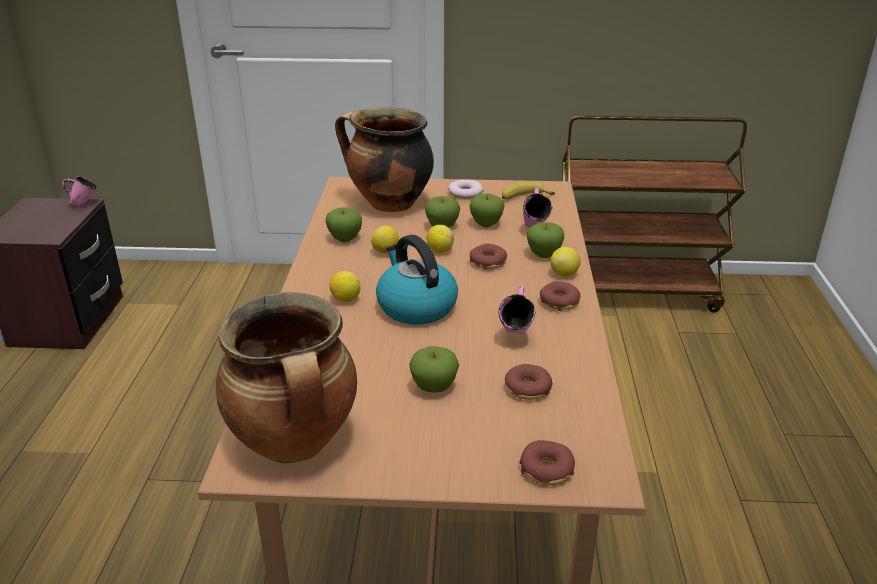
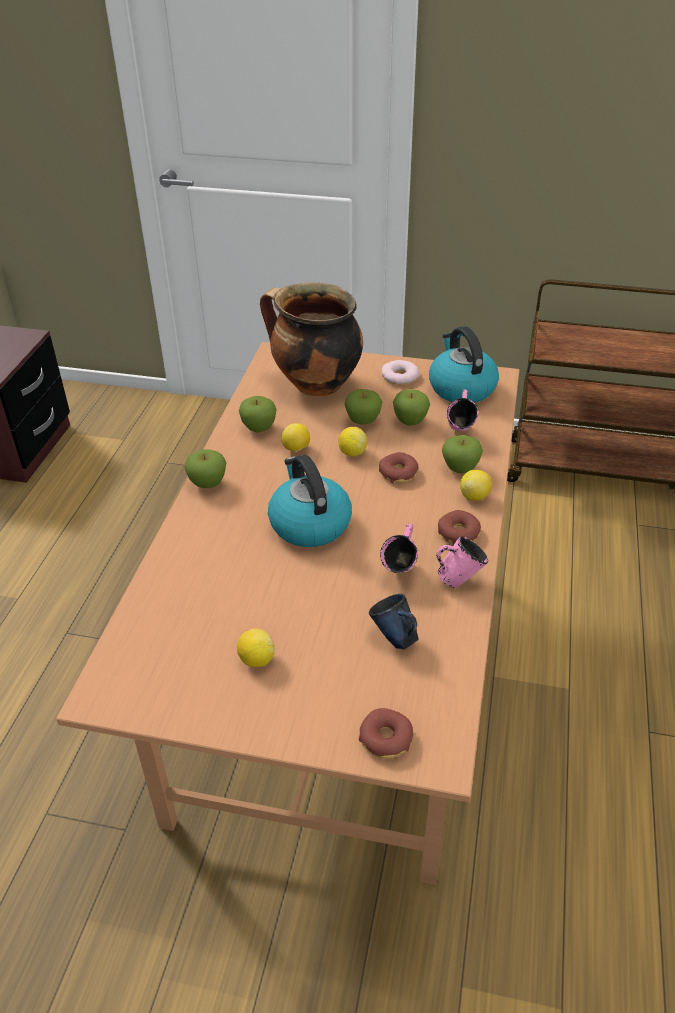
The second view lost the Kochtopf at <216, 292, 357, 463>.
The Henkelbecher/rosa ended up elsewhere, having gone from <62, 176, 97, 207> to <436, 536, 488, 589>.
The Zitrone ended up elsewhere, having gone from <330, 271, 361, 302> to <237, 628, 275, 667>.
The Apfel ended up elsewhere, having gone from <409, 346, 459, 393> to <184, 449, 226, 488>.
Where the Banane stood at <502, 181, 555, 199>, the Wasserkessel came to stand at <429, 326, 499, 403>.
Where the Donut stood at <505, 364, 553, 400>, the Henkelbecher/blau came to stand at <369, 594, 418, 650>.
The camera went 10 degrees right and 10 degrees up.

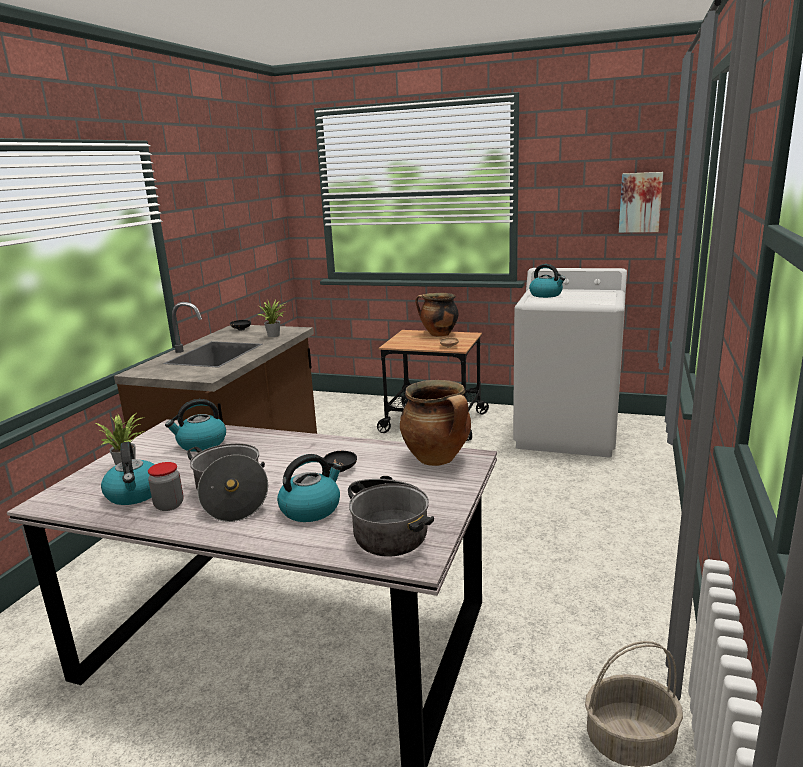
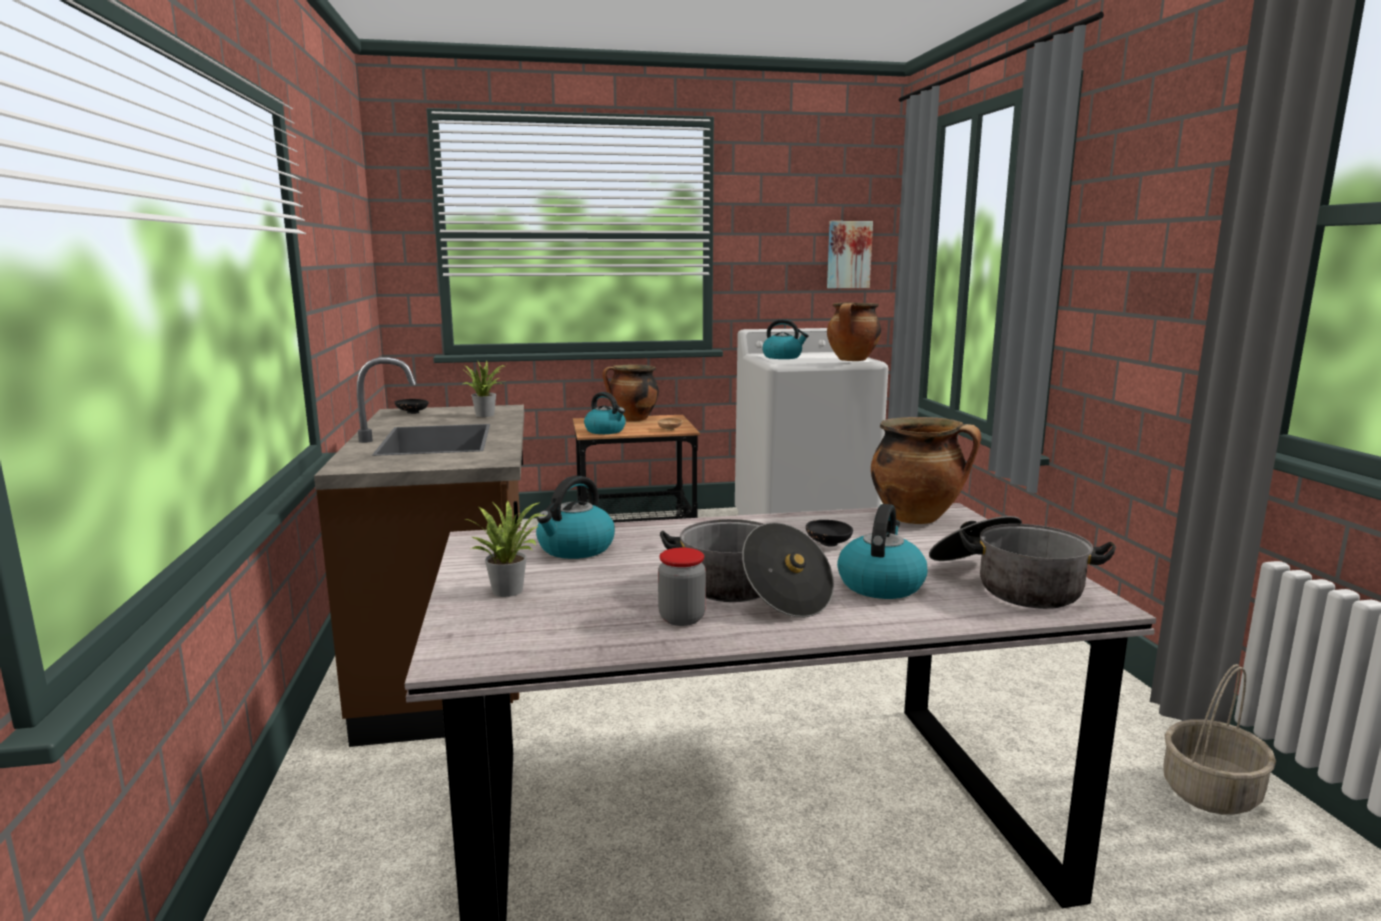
The second view gained the Kochtopf at <827, 302, 881, 361>.
The Wasserkessel ended up elsewhere, having gone from <101, 442, 155, 505> to <584, 392, 626, 434>.
The camera went 30 degrees left and 5 degrees down.

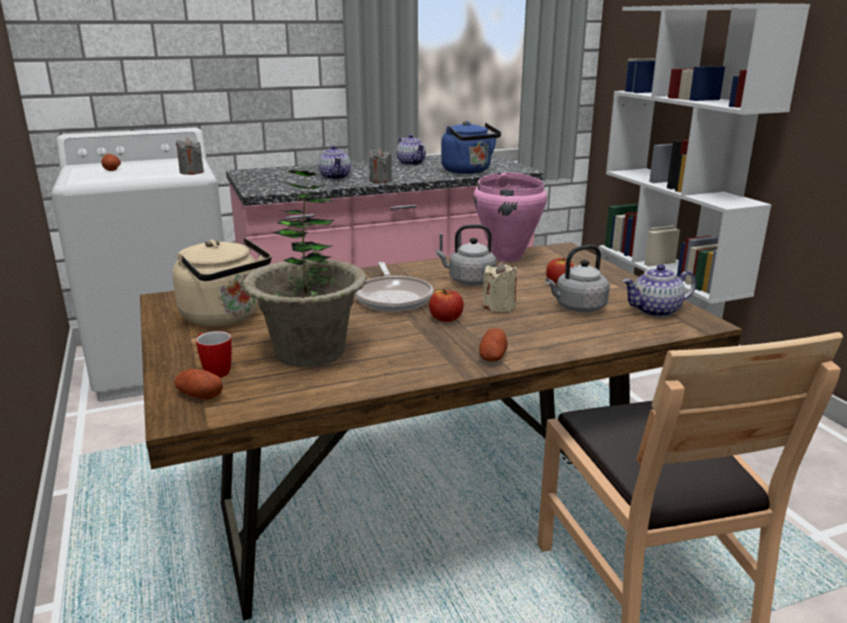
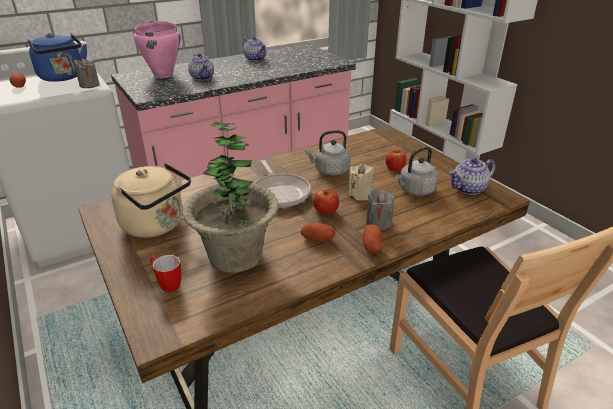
The Kartoffel ended up elsewhere, having gone from <174, 369, 223, 400> to <301, 223, 335, 242>.
The Kerze/grau ended up elsewhere, having gone from <369, 148, 392, 183> to <366, 189, 394, 231>.
The Wasserkessel/blau ended up elsewhere, having gone from <441, 121, 501, 174> to <28, 33, 87, 82>.
The Kochtopf/rosa ended up elsewhere, having gone from <474, 172, 547, 262> to <134, 21, 180, 78>.
The camera went 10 degrees left and 10 degrees up.

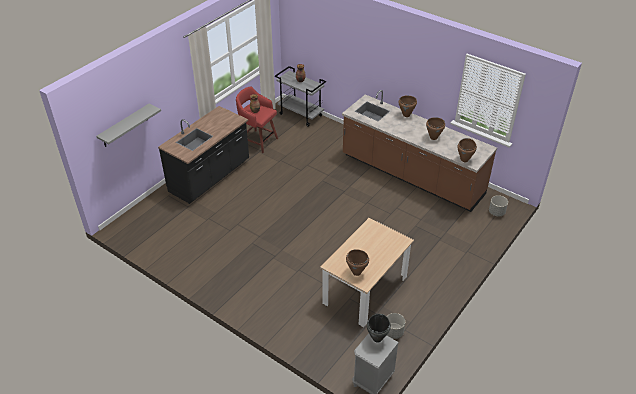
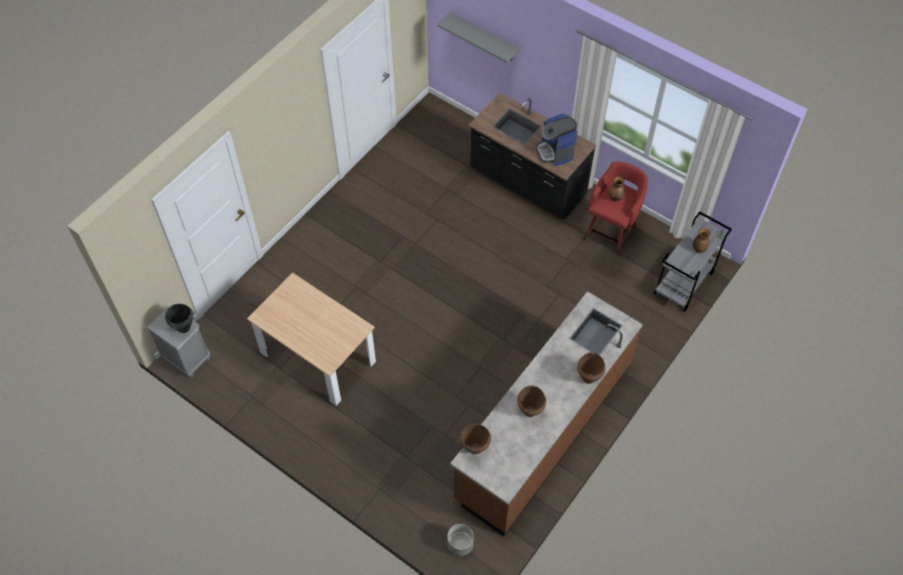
The second view lost the Kochtopf/braun at <346, 249, 369, 276>.
The second view lost the Pflanzkübel/grau at <387, 313, 405, 339>.
The second view gained the Kaffeemaschine at <536, 114, 577, 166>.
The camera went 90 degrees right and 15 degrees up.

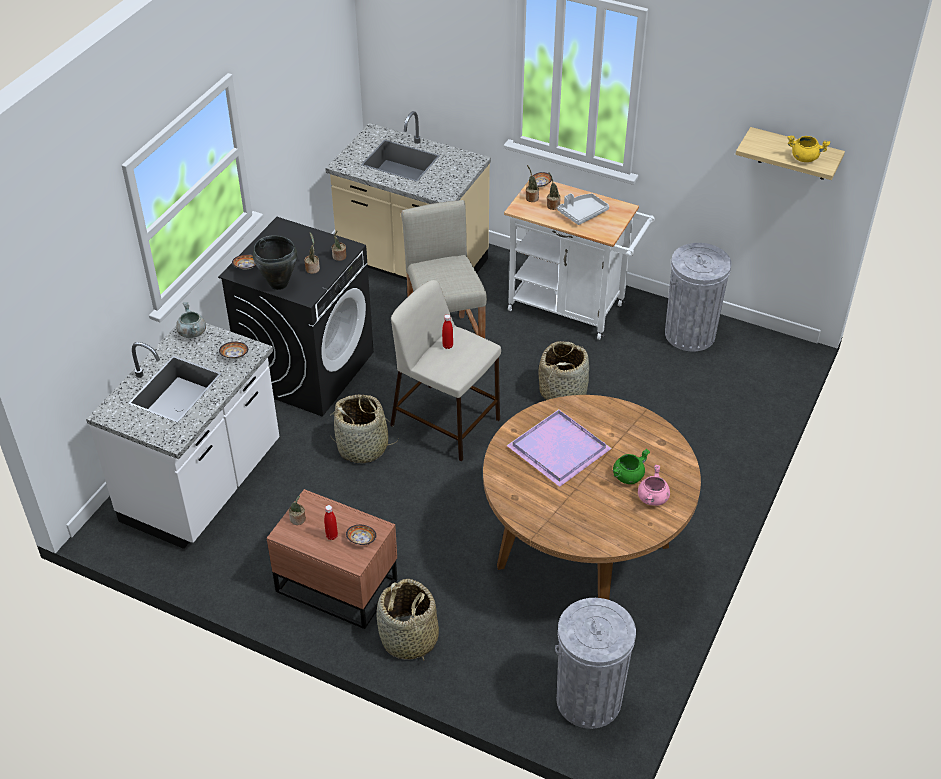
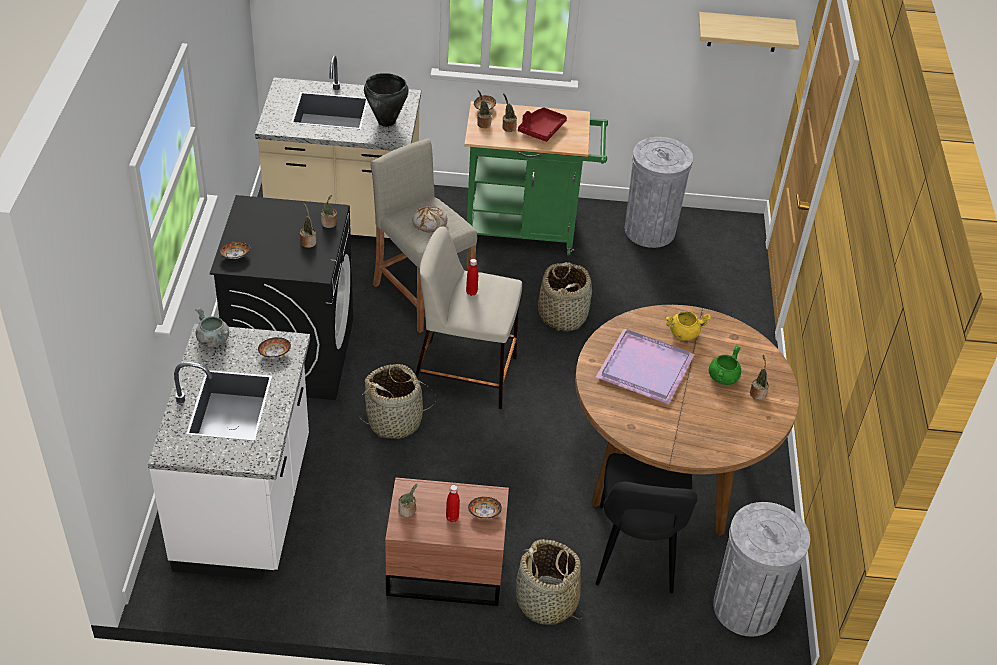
The second view gained the Brot at <412, 206, 447, 232>.
The second view gained the Stuhl/schwarz at <596, 453, 698, 594>.
The Kochtopf/schwarz ended up elsewhere, having gone from <253, 235, 298, 290> to <364, 73, 409, 127>.
The Kochtopf/gelb ended up elsewhere, having gone from <788, 135, 830, 162> to <666, 311, 711, 341>.
Where the Kochtopf/rosa stood at <638, 465, 670, 506>, the Topfpflanze came to stand at <750, 355, 769, 400>.
What was the Rollwagen/weiß at <504, 181, 655, 340> turned into the Rollwagen/grün at <464, 101, 608, 255>.
What was the Tablett/grau at <558, 193, 609, 225> turned into the Tablett/rot at <518, 108, 567, 142>.
The camera went 25 degrees left and 0 degrees up.

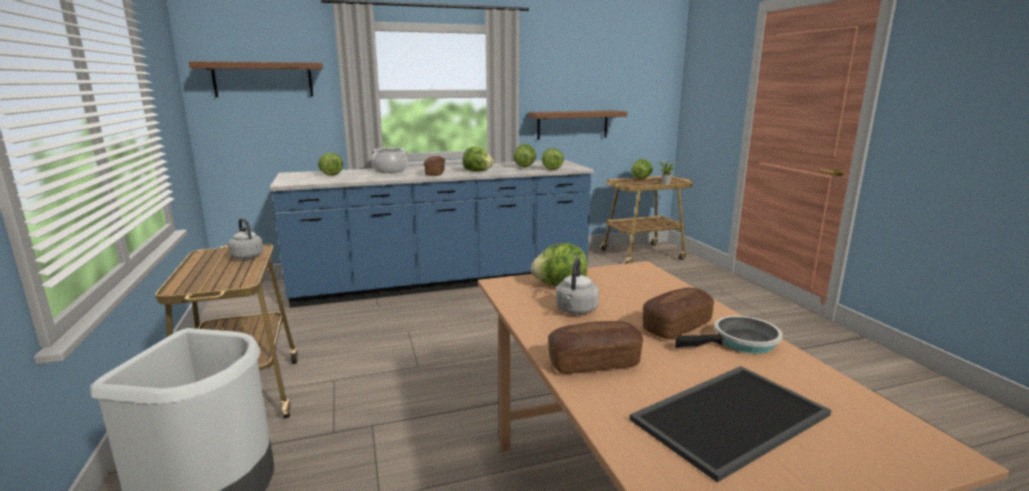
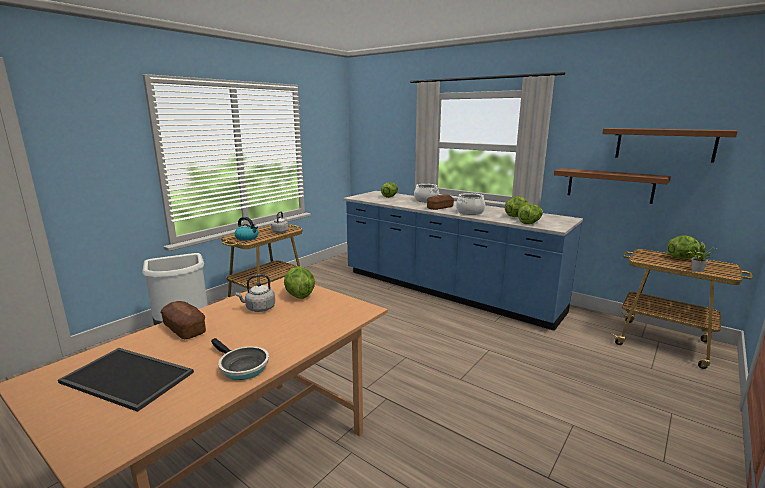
The second view lost the Brot at <642, 288, 714, 339>.
The second view gained the Wasserkessel at <234, 217, 259, 241>.
The Wandregal/braun ended up elsewhere, having gone from <189, 61, 323, 97> to <602, 128, 738, 163>.
Where the Salatkopf stood at <463, 147, 494, 171>, the Kochtopf came to stand at <456, 193, 485, 215>.
The camera went 55 degrees right and 0 degrees up.

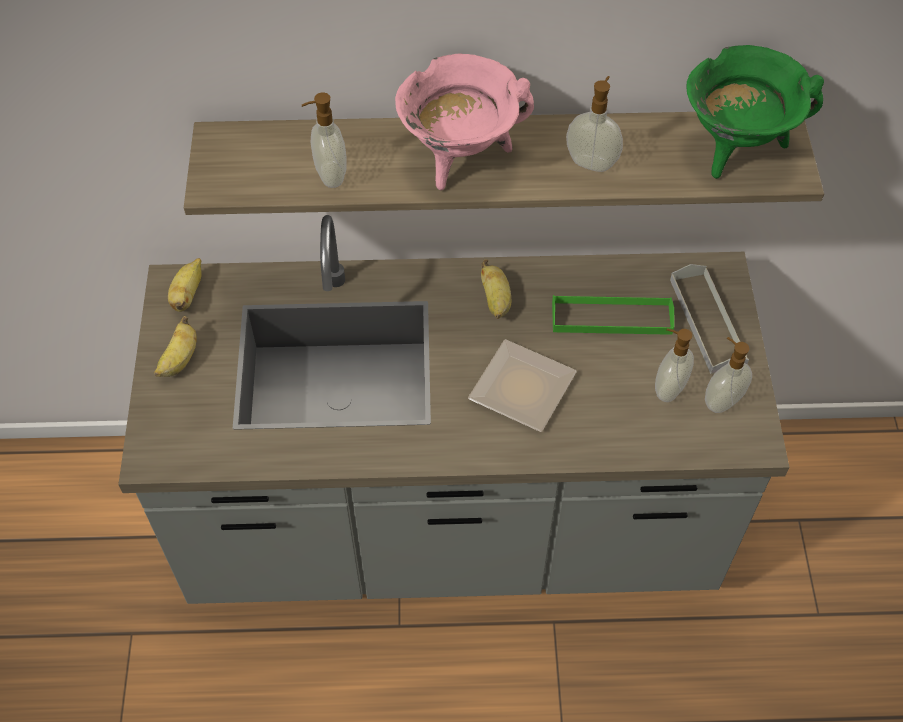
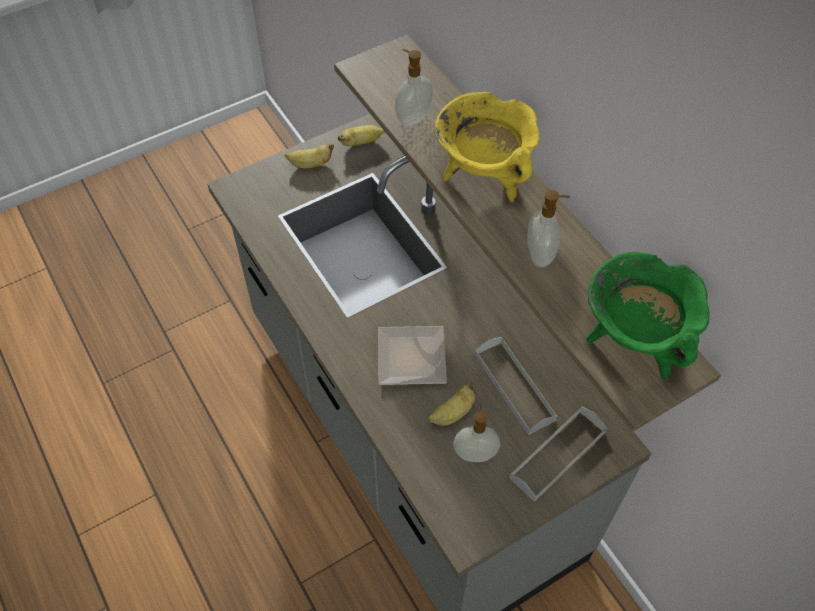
The second view lost the Seifenspender at <705, 337, 752, 413>.
The Banane ended up elsewhere, having gone from <481, 259, 511, 319> to <428, 381, 475, 426>.
What was the Kochtopf/rosa at <395, 54, 534, 190> turned into the Kochtopf/gelb at <435, 92, 540, 203>.
What was the Tablett/grün at <552, 295, 674, 335> turned into the Tablett/grau at <474, 337, 557, 435>.
The camera went 60 degrees right and 0 degrees up.

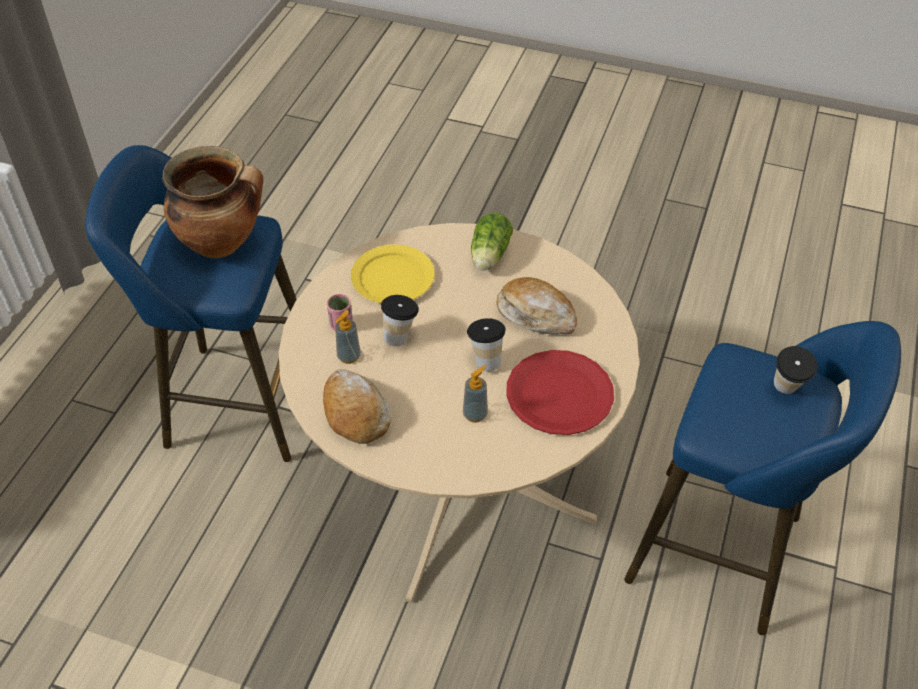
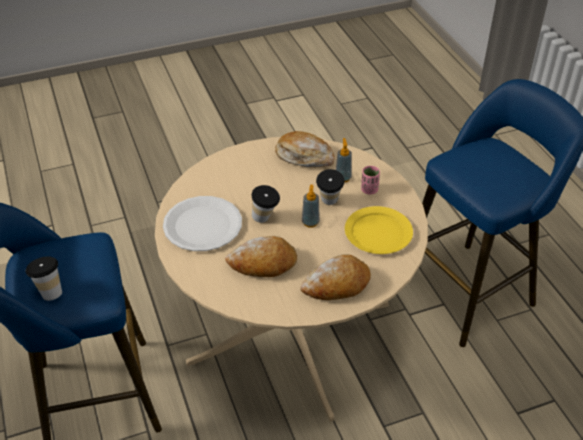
The second view lost the Kochtopf at <162, 146, 263, 258>.
The Seifenspender ended up elsewhere, having gone from <463, 366, 488, 423> to <302, 185, 320, 228>.
Where the Salatkopf stood at <471, 213, 513, 271>, the Brot came to stand at <300, 254, 371, 300>.
What was the Teller/rot at <506, 350, 614, 435> turned into the Teller/weiß at <163, 196, 242, 251>.
The camera went 140 degrees right and 5 degrees down.

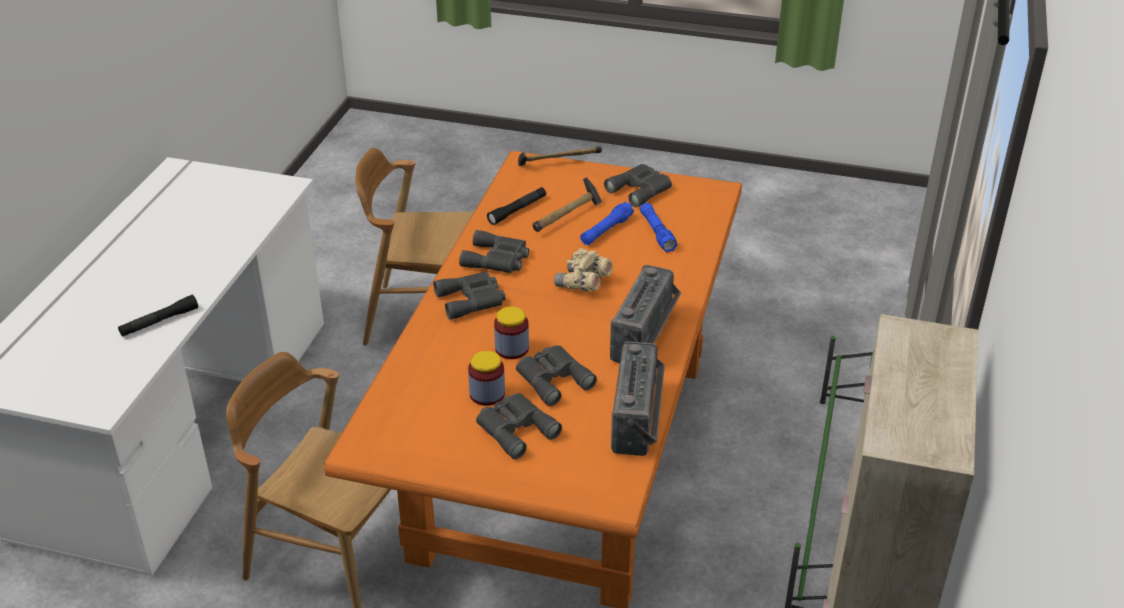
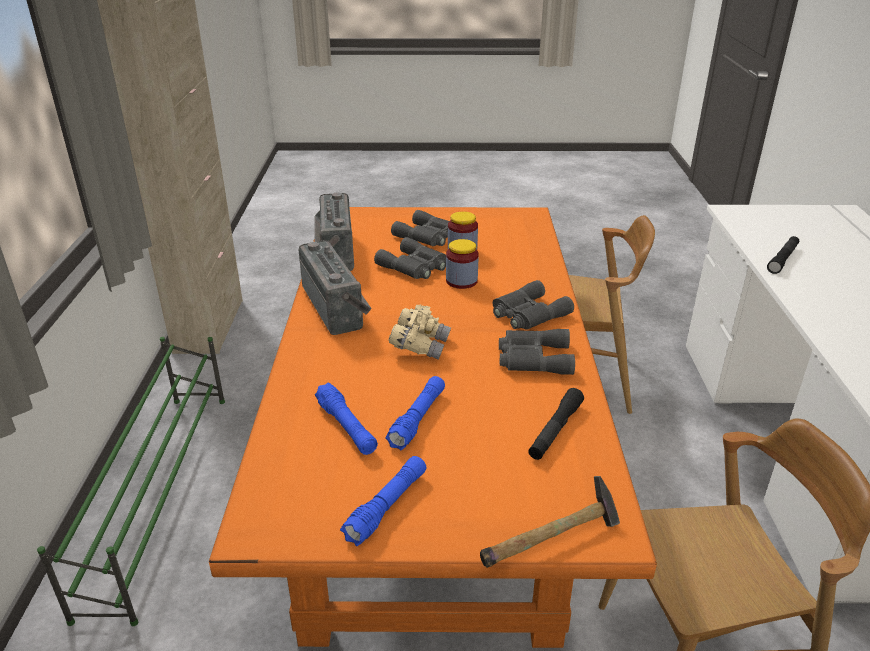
The second view lost the Hammer at <533, 177, 602, 232>.
Where the Fernglas/grau stood at <604, 164, 672, 207>, the Taschenlampe/blau came to stand at <340, 456, 426, 546>.
The Radio at <610, 265, 681, 363> ended up facing another way, 150 degrees clockwise from before.
The camera went 165 degrees right and 5 degrees down.

